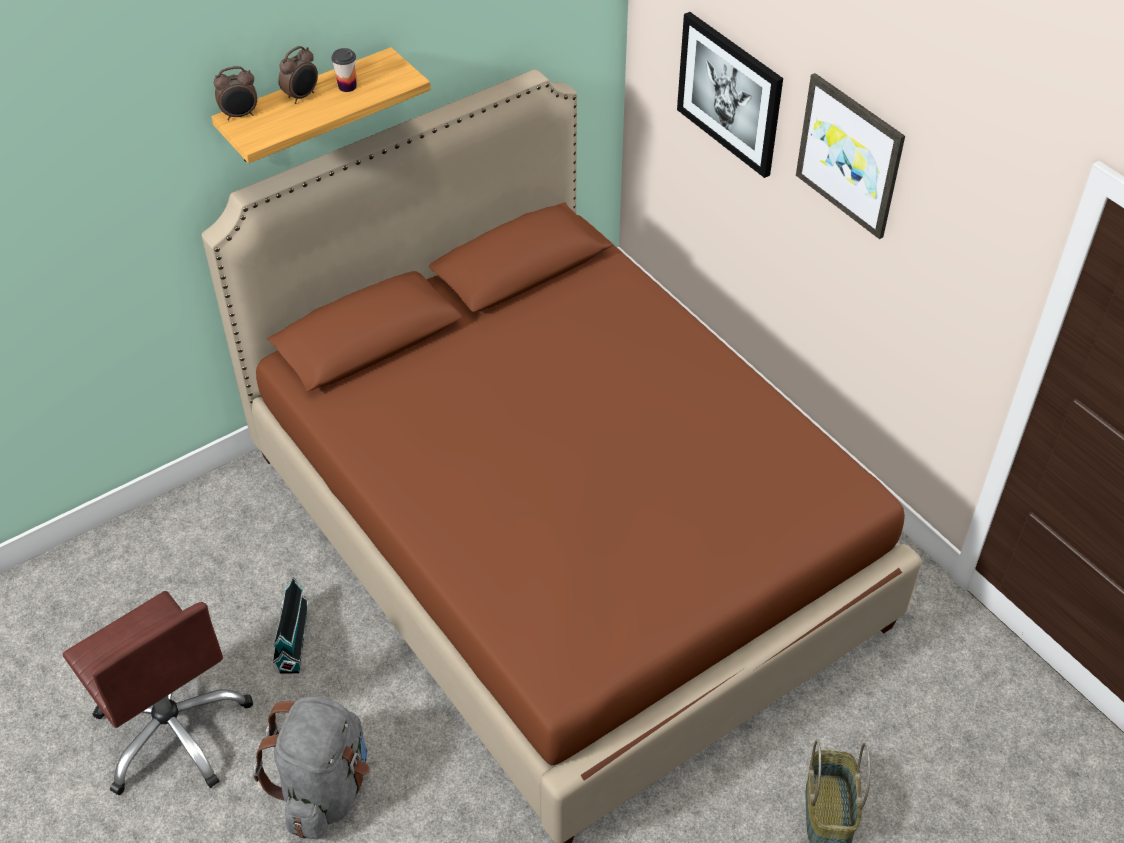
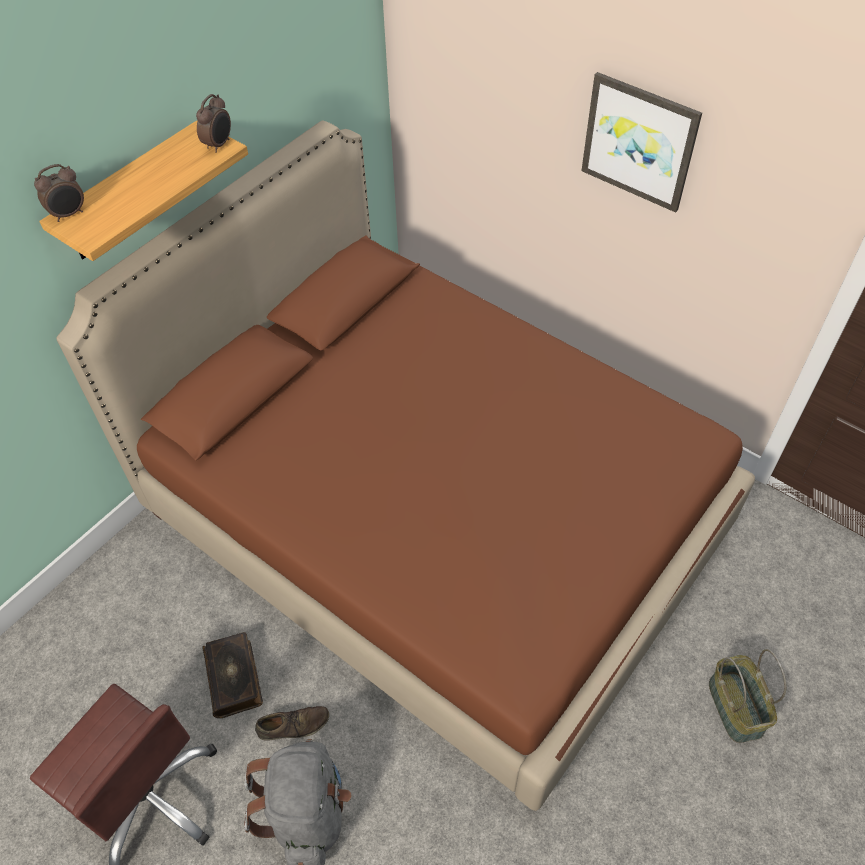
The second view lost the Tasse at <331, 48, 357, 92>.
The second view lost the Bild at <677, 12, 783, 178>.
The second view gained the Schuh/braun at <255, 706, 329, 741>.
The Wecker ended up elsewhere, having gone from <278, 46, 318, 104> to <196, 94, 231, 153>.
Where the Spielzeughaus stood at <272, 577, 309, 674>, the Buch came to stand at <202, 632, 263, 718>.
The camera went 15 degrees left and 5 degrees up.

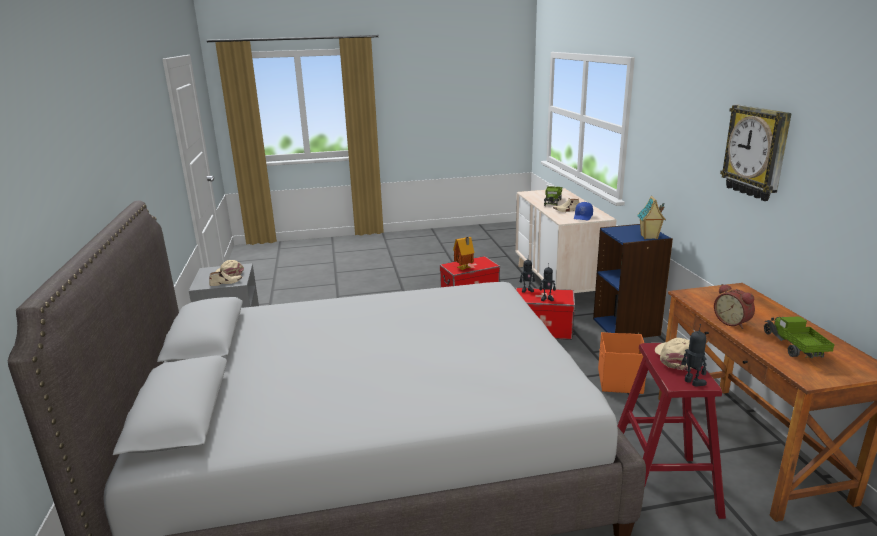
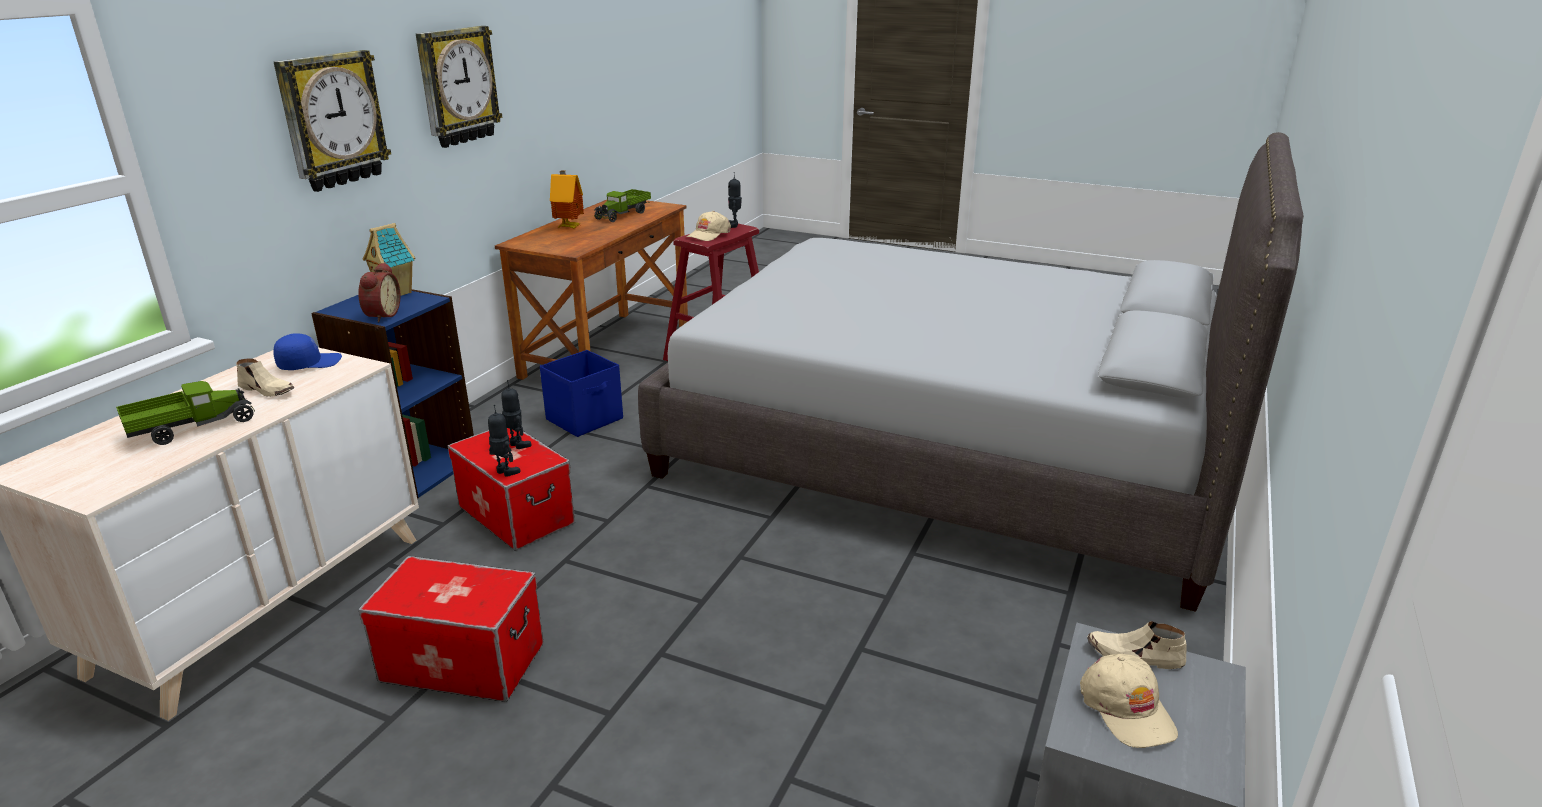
The second view gained the Wanduhr at <274, 50, 391, 192>.
The Spielzeughaus ended up elsewhere, having gone from <453, 237, 474, 270> to <550, 170, 584, 229>.
The Wecker ended up elsewhere, having gone from <714, 284, 755, 329> to <358, 262, 400, 322>.
What was the Aufbewahrungsbox/orange at <598, 332, 646, 394> turned into the Aufbewahrungsbox/blau at <540, 350, 623, 437>.
The camera went 145 degrees left and 5 degrees up.

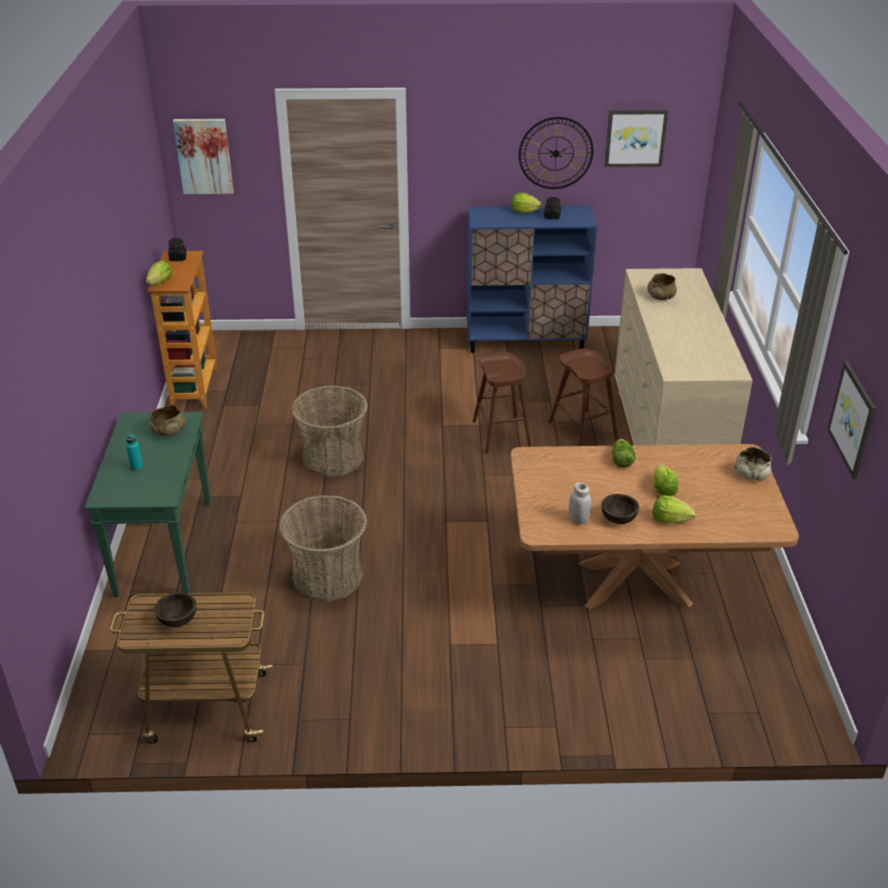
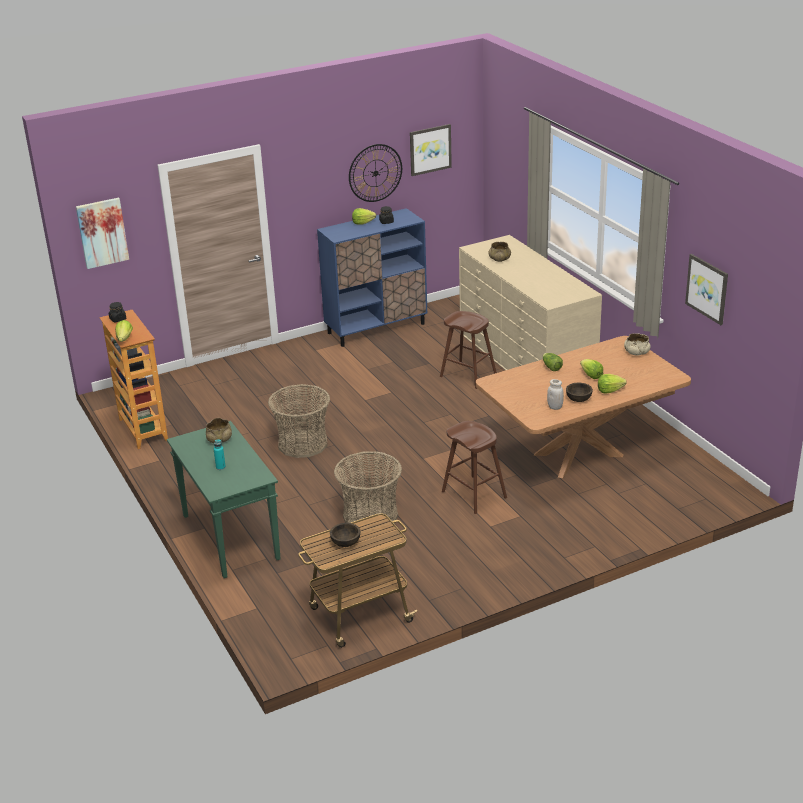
The Hocker/braun ended up elsewhere, having gone from <473, 352, 532, 453> to <442, 421, 507, 514>.
The camera went 25 degrees left and 5 degrees down.

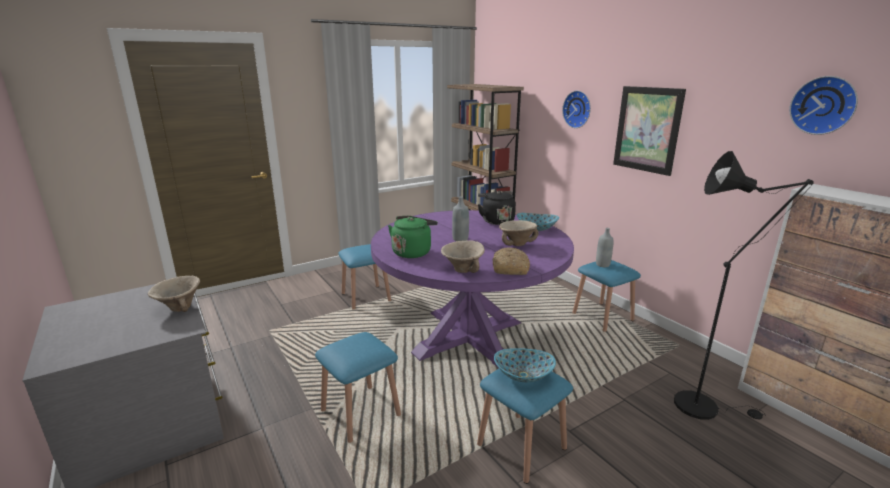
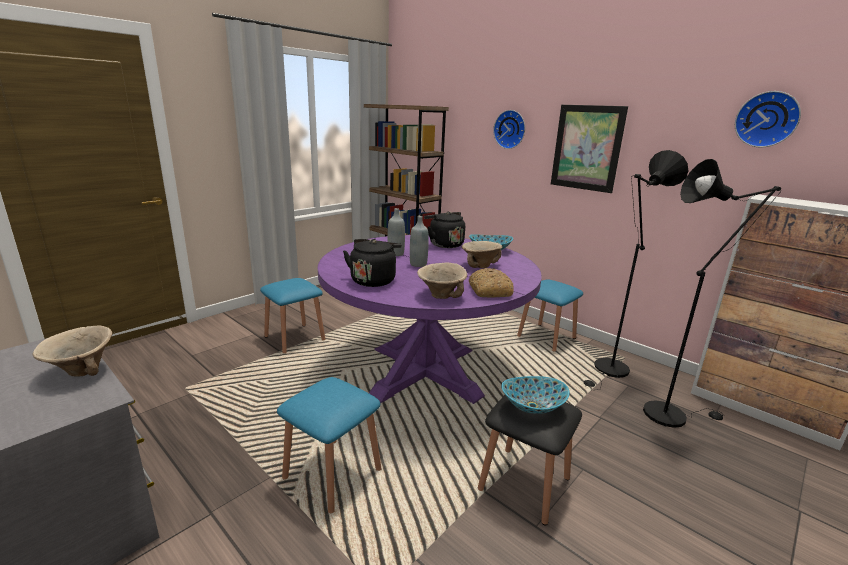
The second view gained the Stehlampe/schwarz at <584, 150, 688, 391>.
The Flasche/grau ended up elsewhere, having gone from <596, 228, 613, 267> to <388, 208, 405, 256>.
What was the Wasserkessel/grün at <388, 216, 438, 258> turned into the Wasserkessel/schwarz at <343, 239, 402, 287>.
What was the Hocker/blau at <477, 369, 573, 484> turned into the Hocker/schwarz at <478, 395, 582, 526>.
The camera went 15 degrees left and 0 degrees up.

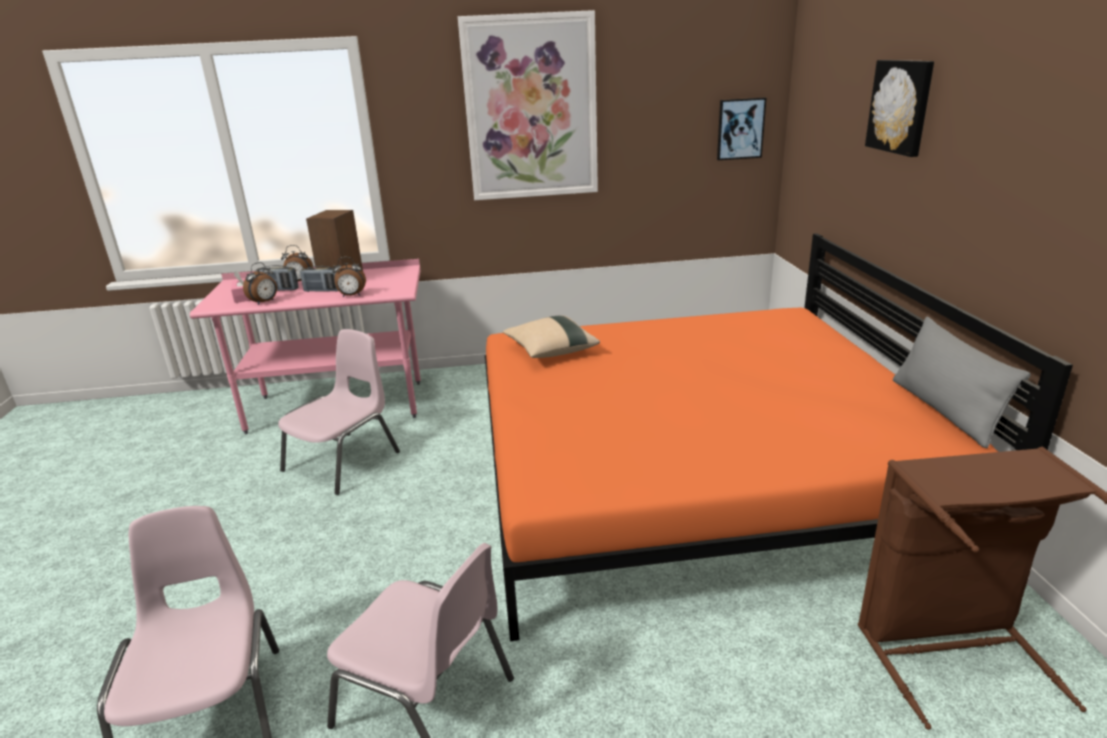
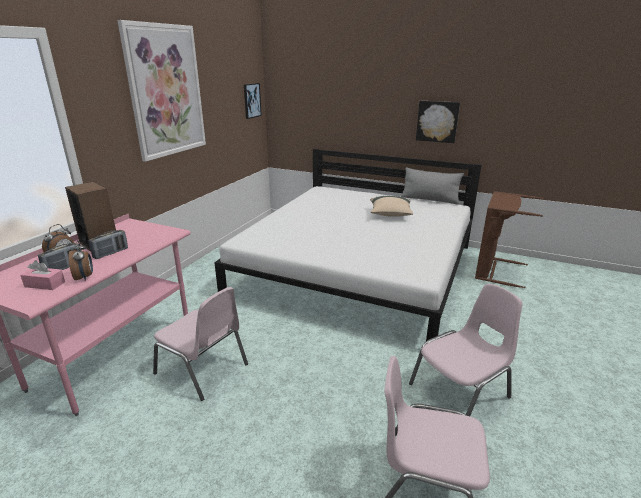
The second view lost the Wecker at <333, 257, 366, 297>.
The Kissen/beige ended up elsewhere, having gone from <503, 315, 600, 358> to <370, 196, 413, 217>.
The Bild ended up elsewhere, having gone from <865, 60, 934, 157> to <416, 101, 460, 143>.
What was the Bett/orange at <485, 233, 1073, 641> turned into the Bett/weiß at <214, 149, 482, 341>.
The Stuhl/rosa at <278, 329, 400, 495> ended up facing another way, 150 degrees clockwise from before.
The camera went 60 degrees left and 0 degrees up.

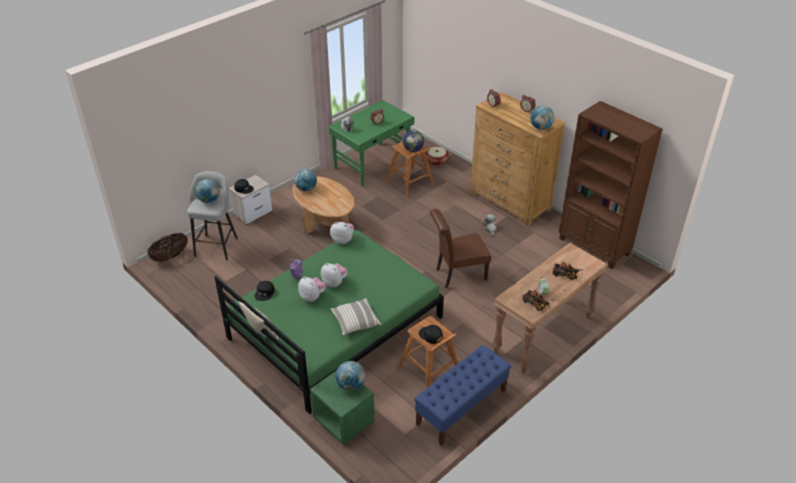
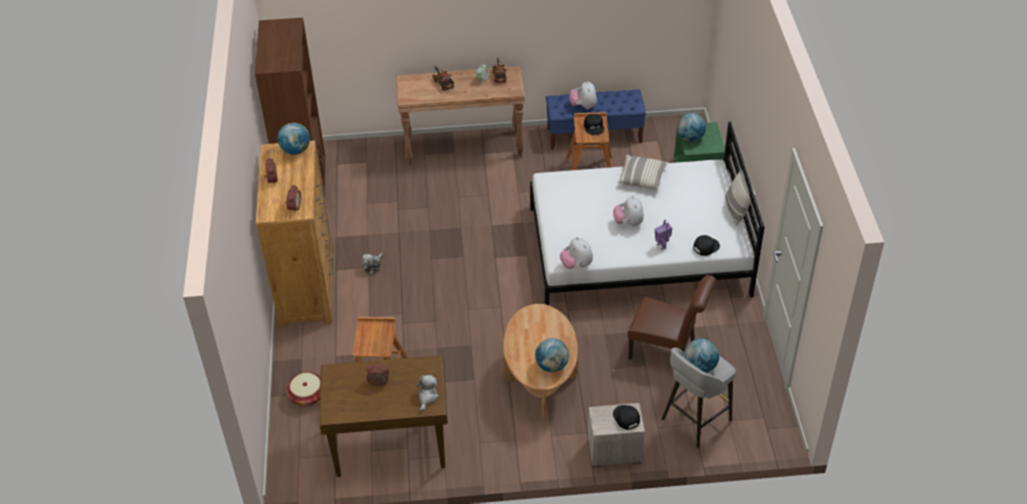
The second view lost the Korb at <147, 233, 188, 262>.
The second view lost the Globus at <403, 130, 424, 152>.
The Plüschtier ended up elsewhere, having gone from <298, 277, 326, 302> to <570, 80, 597, 109>.
The Stuhl/braun ended up elsewhere, having gone from <430, 209, 491, 288> to <628, 275, 716, 360>.
What was the Bett/grün at <215, 230, 444, 414> turned into the Bett/weiß at <530, 122, 765, 305>.
What was the Schreibtisch/grün at <329, 100, 414, 186> turned into the Schreibtisch/braun at <320, 355, 448, 477>.
The camera went 140 degrees left and 5 degrees up.

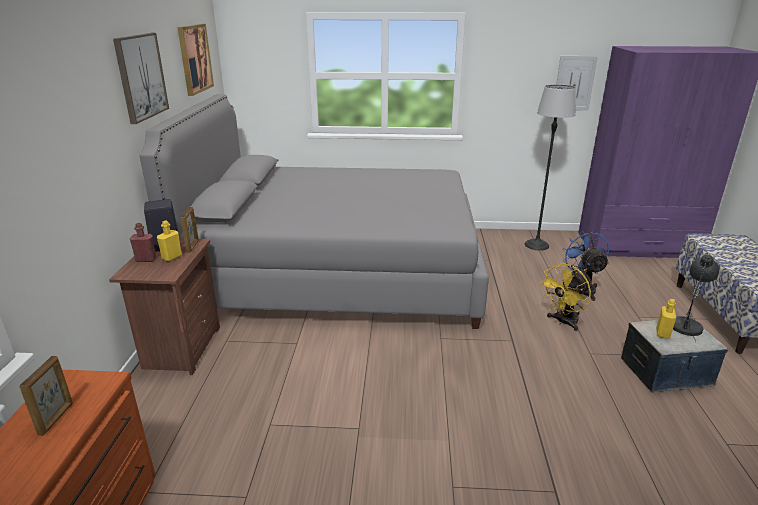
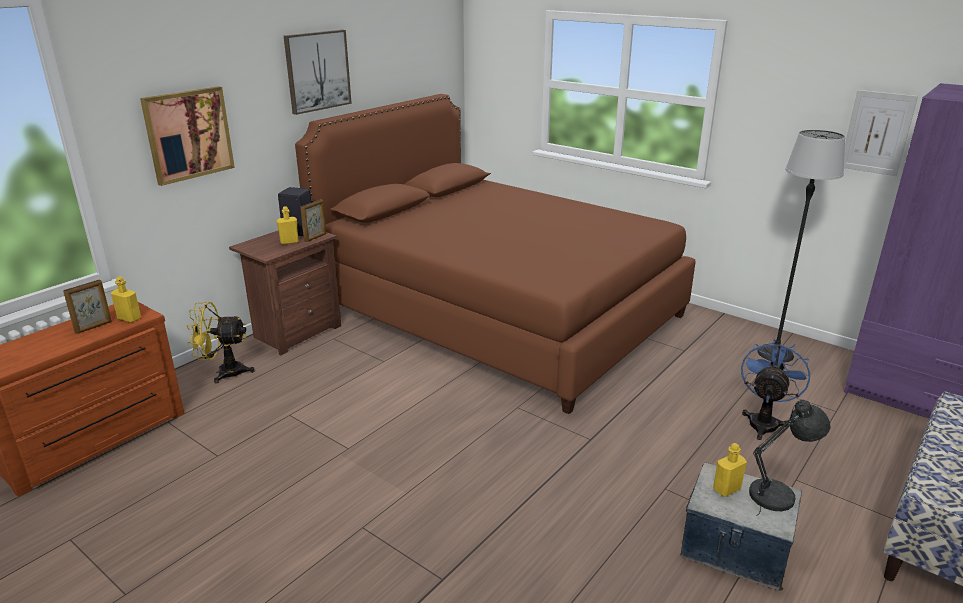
The second view lost the Flasche/rot at <130, 223, 156, 262>.
The second view gained the Flasche/gelb at <111, 276, 141, 323>.
The Bild ended up elsewhere, having gone from <177, 24, 214, 96> to <140, 86, 235, 186>.
The Ventilator/gelb ended up elsewhere, having gone from <539, 264, 593, 331> to <187, 302, 255, 383>.
What was the Bett/grau at <140, 94, 489, 329> turned into the Bett/braun at <295, 94, 696, 414>.
The camera went 35 degrees right and 0 degrees up.

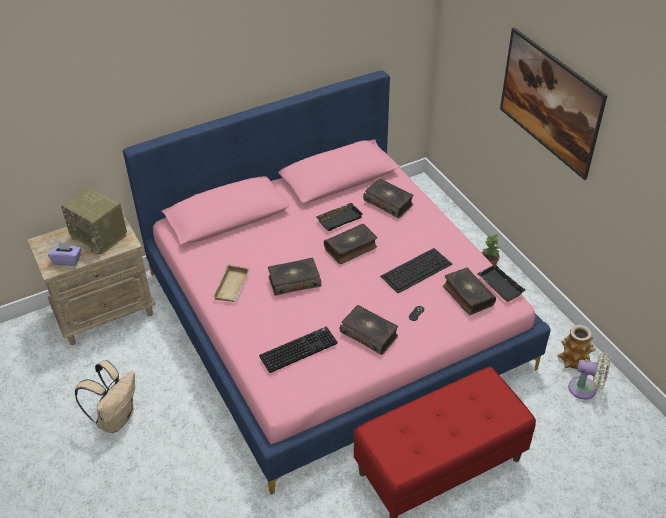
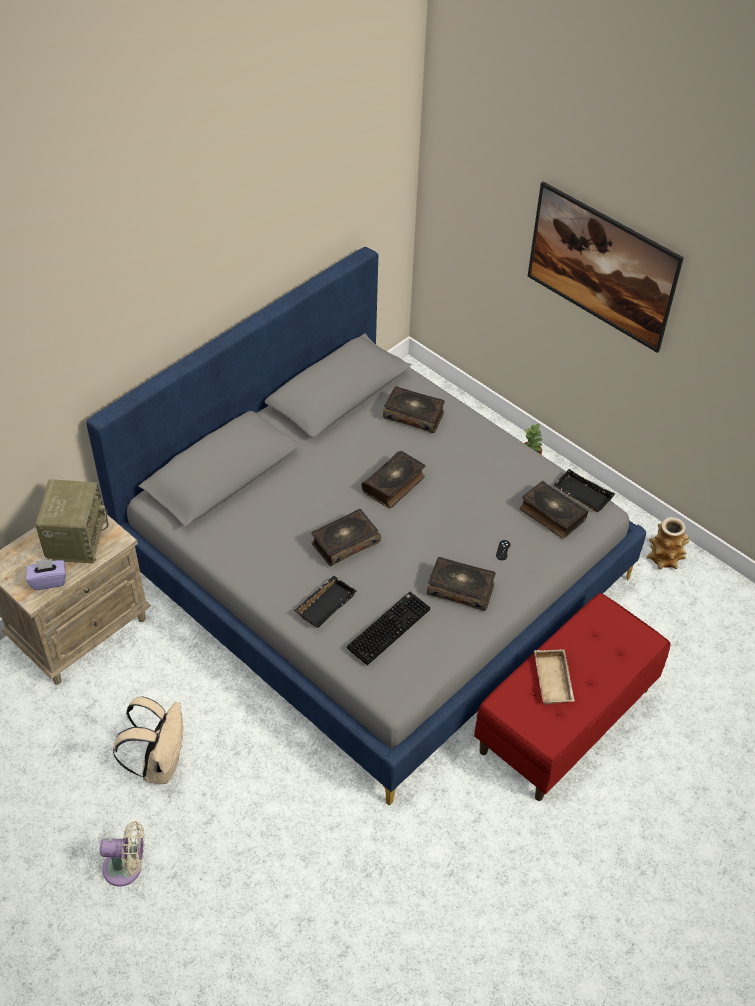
The second view lost the Tastatur at <380, 248, 452, 293>.
The Tablett/beige ended up elsewhere, having gone from <213, 264, 250, 302> to <534, 649, 575, 705>.
The Tablett/schwarz ended up elsewhere, having gone from <316, 203, 363, 231> to <294, 576, 356, 628>.
The Ventilator/beige ended up elsewhere, having gone from <568, 352, 610, 399> to <100, 821, 145, 887>.
What was the Bett/rosa at <123, 70, 551, 495> turned into the Bett/grau at <86, 247, 646, 805>.
The Radio at <61, 186, 127, 255> ended up facing another way, 105 degrees counterclockwise from before.
The camera went 20 degrees left and 5 degrees up.

